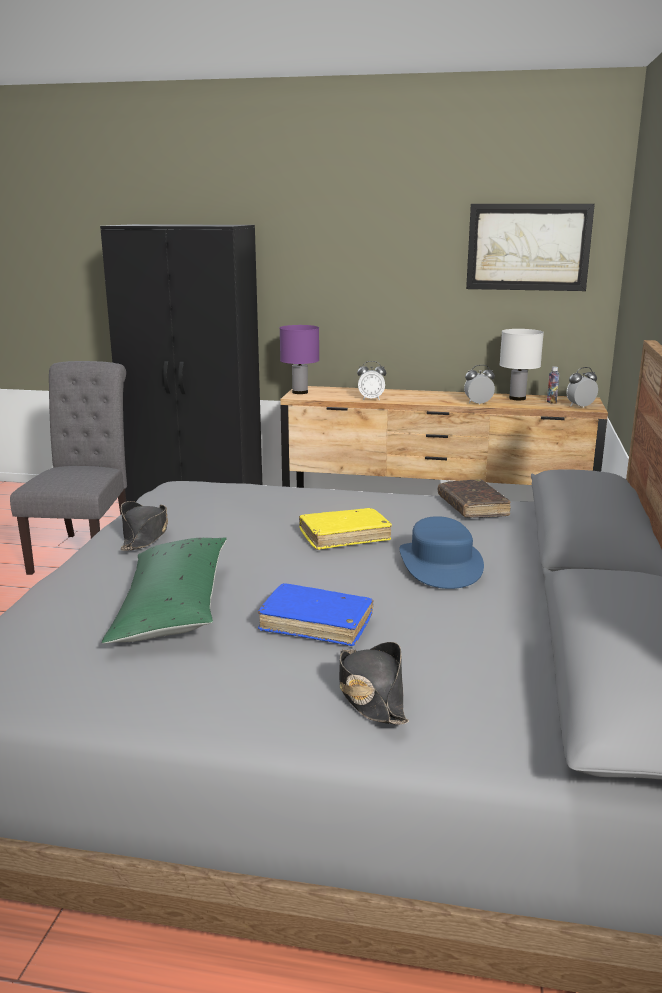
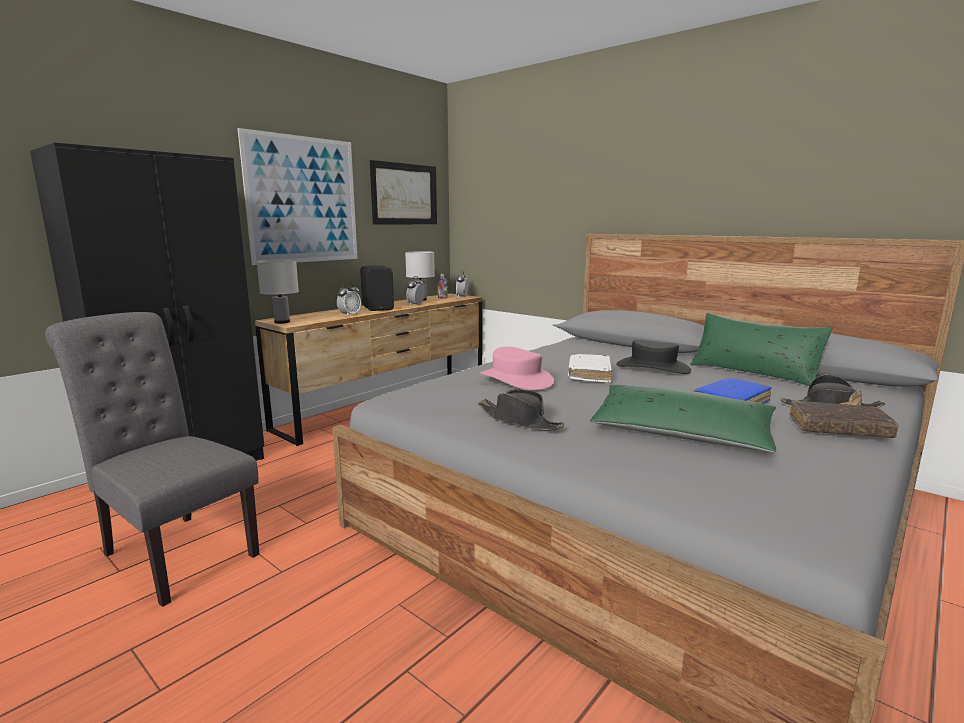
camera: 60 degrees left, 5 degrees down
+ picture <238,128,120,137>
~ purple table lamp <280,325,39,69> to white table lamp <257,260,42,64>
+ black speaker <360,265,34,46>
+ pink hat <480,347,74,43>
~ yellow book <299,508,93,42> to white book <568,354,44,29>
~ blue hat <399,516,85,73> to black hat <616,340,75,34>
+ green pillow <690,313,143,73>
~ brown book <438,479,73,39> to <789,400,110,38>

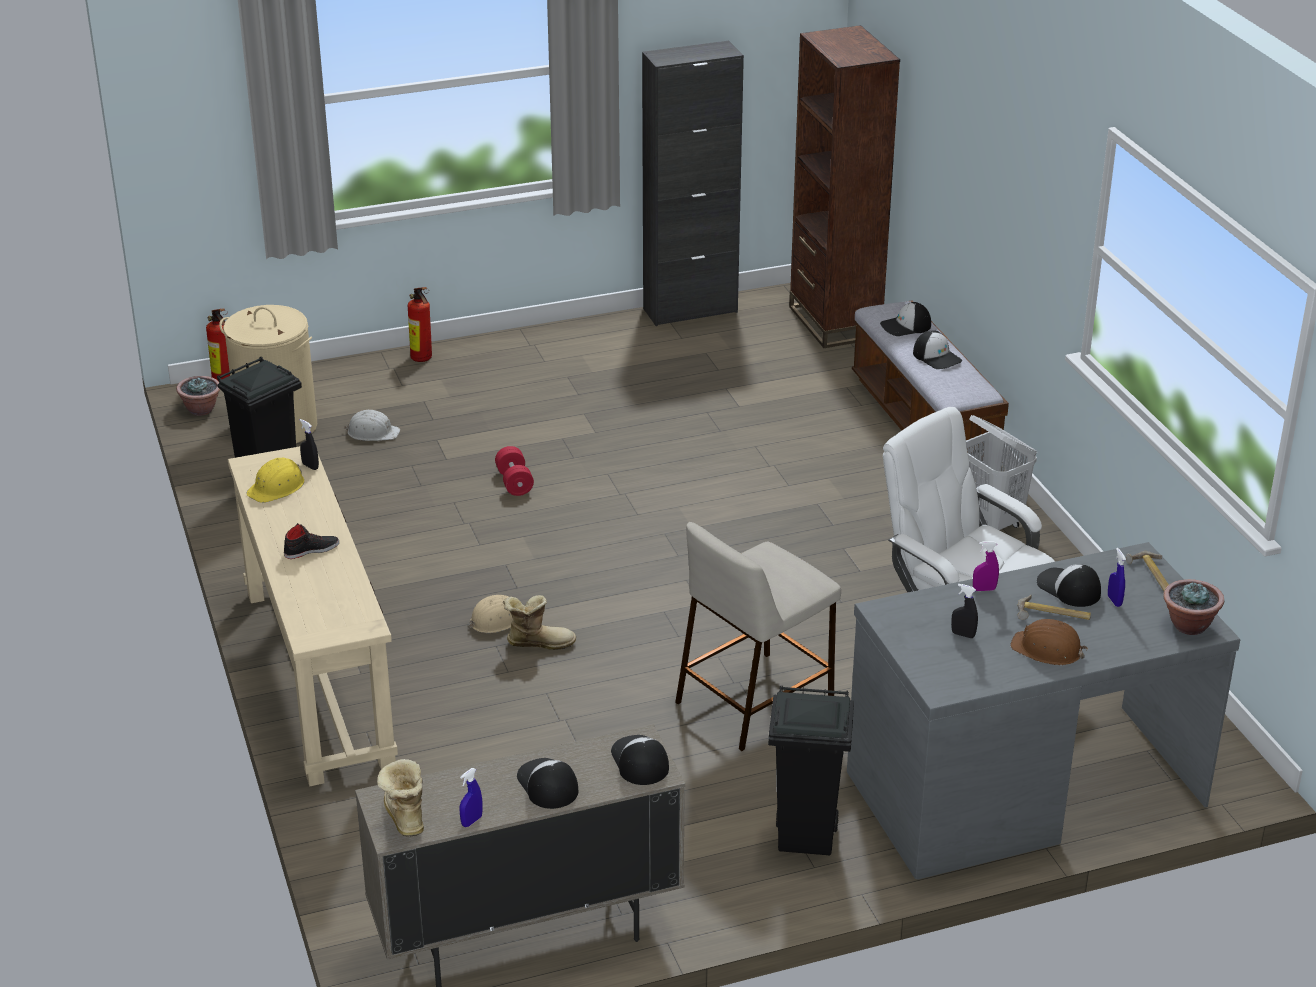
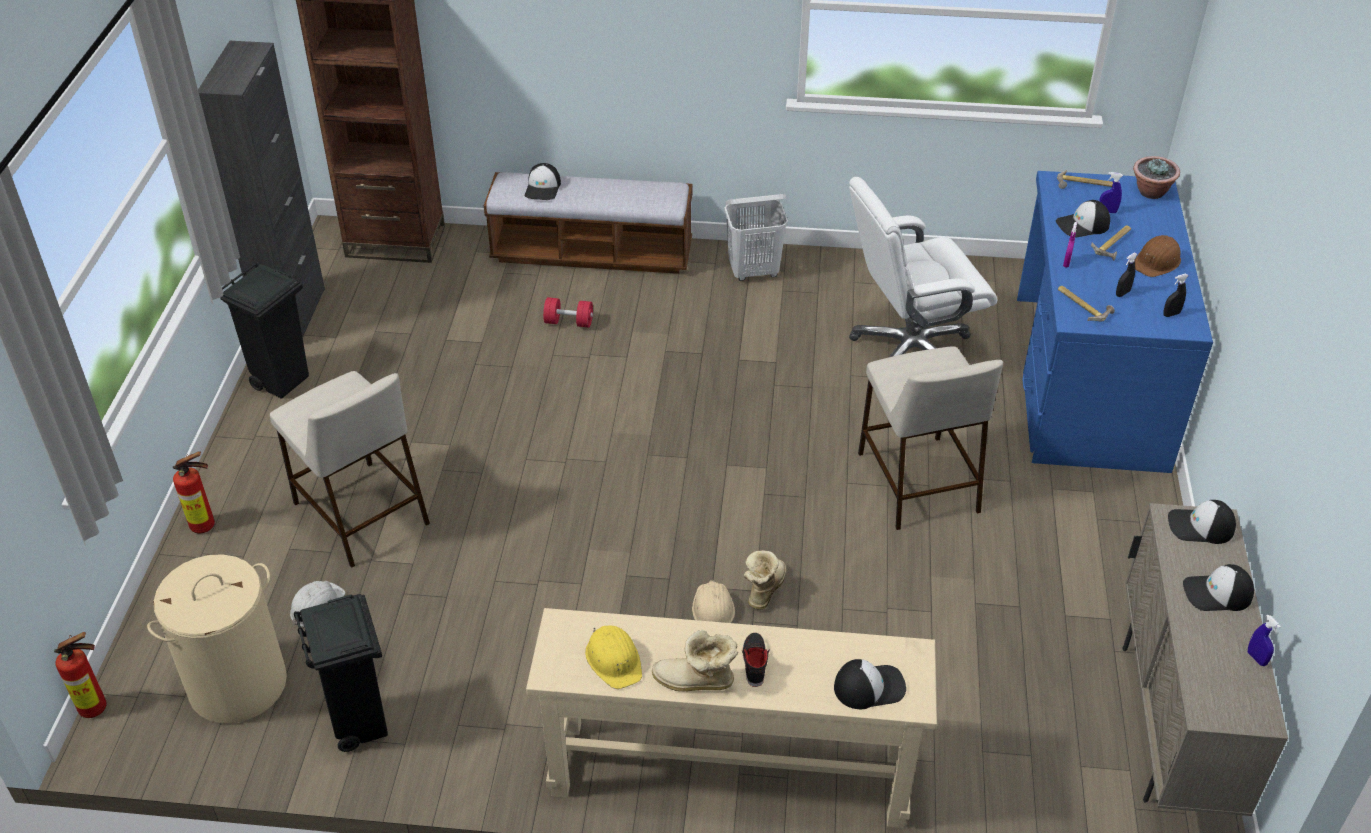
camera: 65 degrees left, 10 degrees up
~ black trash can <768,686,86,169> to <220,262,89,137>
+ beige stool <270,371,160,197>
~ red dumbbell <495,446,39,50> to <543,297,50,31>
~ boot <377,759,47,77> to <652,630,86,61>
~ cap <913,331,49,38> to <834,659,72,50>
~ grey desk <847,542,393,338> to blue desk <1017,171,196,302>
+ hammer <1058,286,57,36>
~ black spray bottle <299,419,20,51> to <1163,274,26,43>
- potted plant <176,376,44,40>

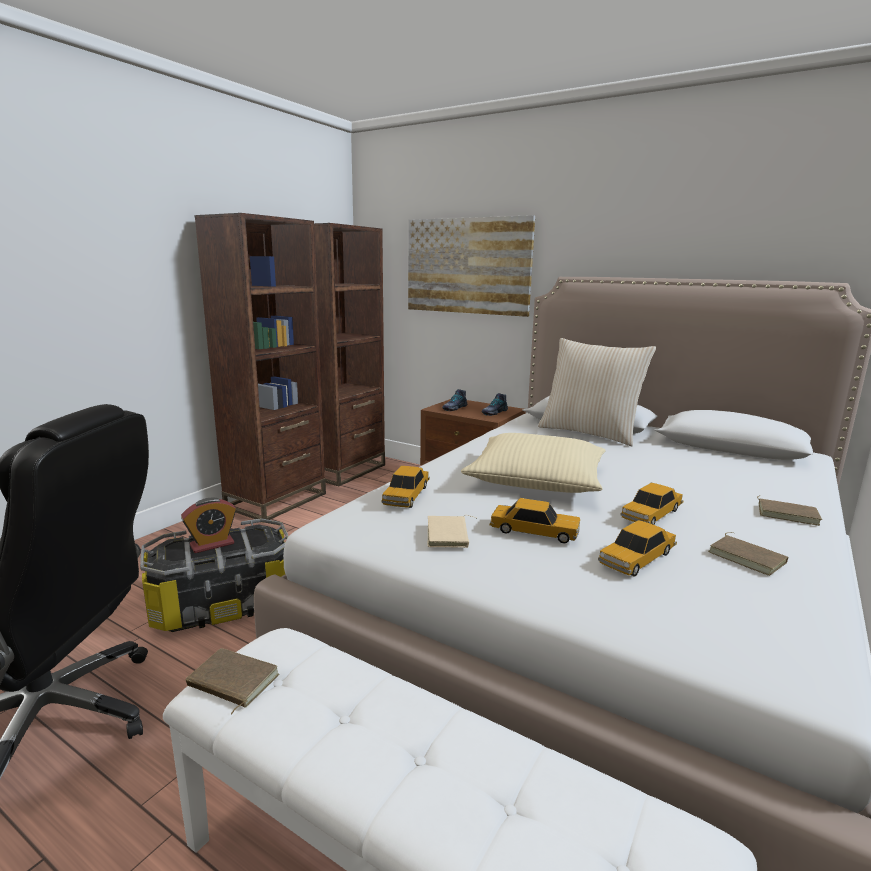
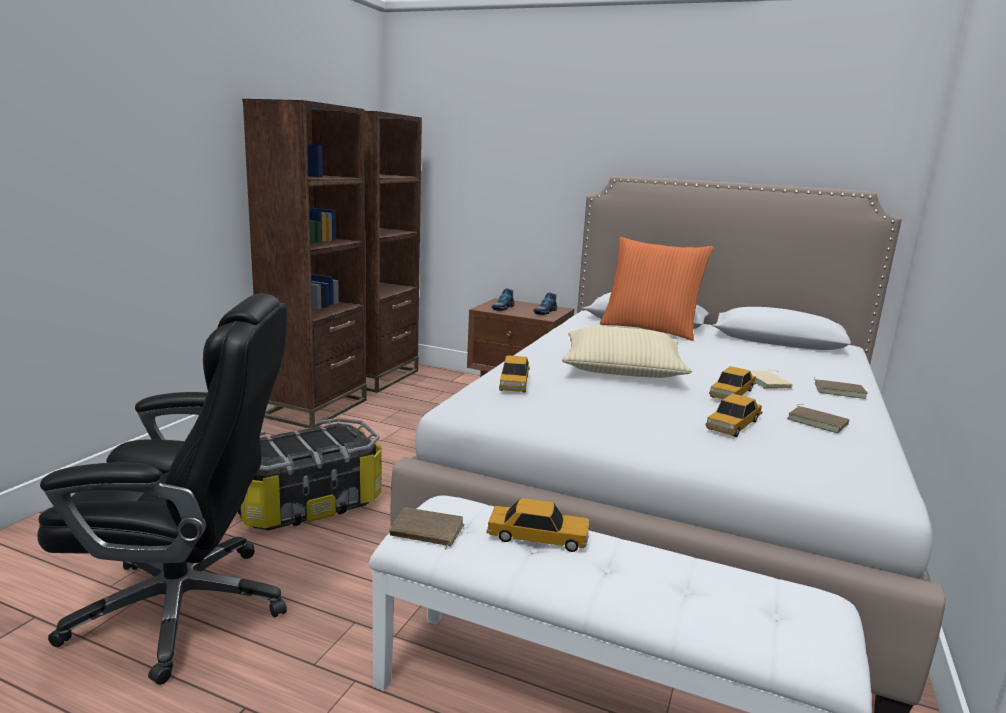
camera: 10 degrees left, 0 degrees up
~ toy car <490,498,90,45> to <486,498,103,54>
~ beige pillow <538,338,118,108> to orange pillow <600,237,114,104>
~ beige book <428,515,48,33> to <751,370,42,19>
- alarm clock <181,498,55,55>
- picture <408,215,127,102>

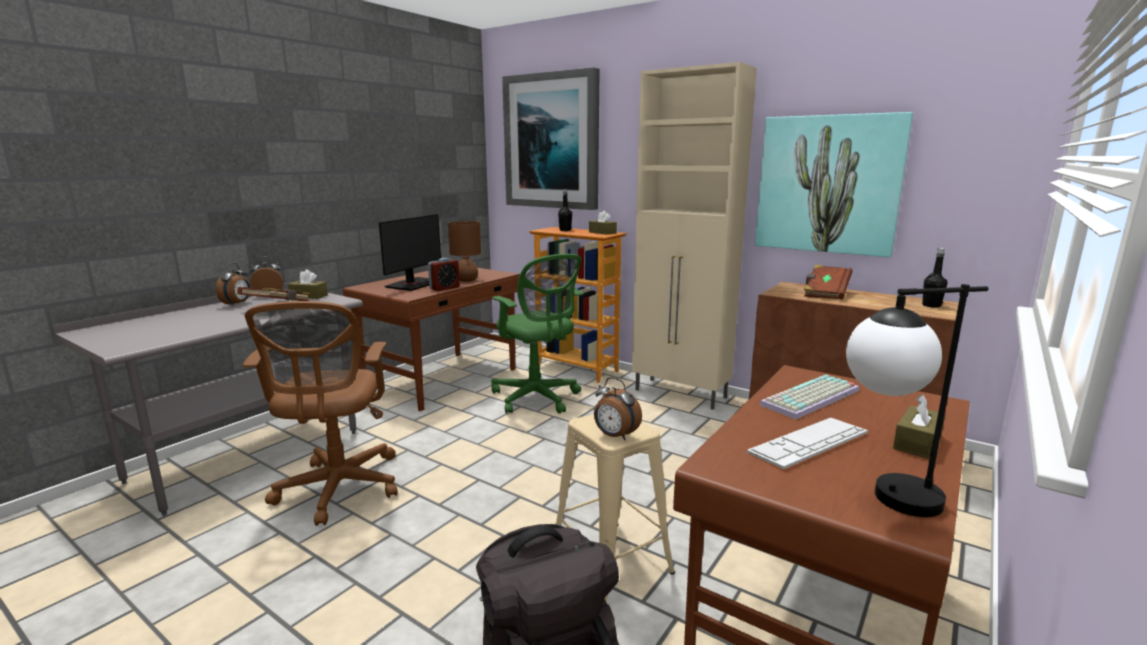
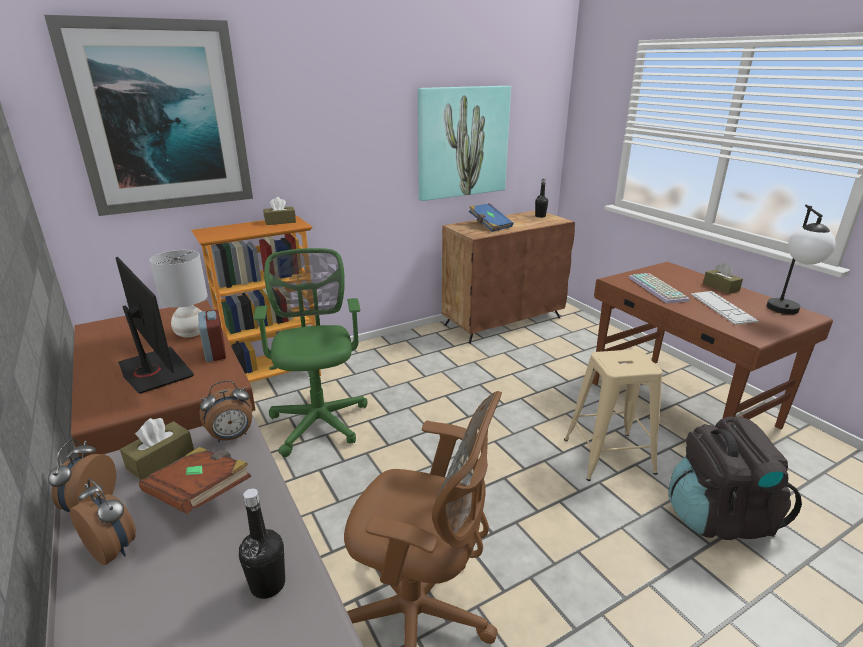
camera: 65 degrees left, 10 degrees up
~ brown table lamp <448,221,33,61> to grey table lamp <149,250,59,87>
~ alarm clock <594,377,48,63> to <200,380,52,62>
~ black bottle <558,189,14,42> to <239,489,46,110>
~ green office chair <491,254,92,160> = <253,248,115,209> 90 degrees counterclockwise
~ brown book <804,265,48,34> to blue book <469,203,44,29>
- beige cabinet <632,62,125,348>

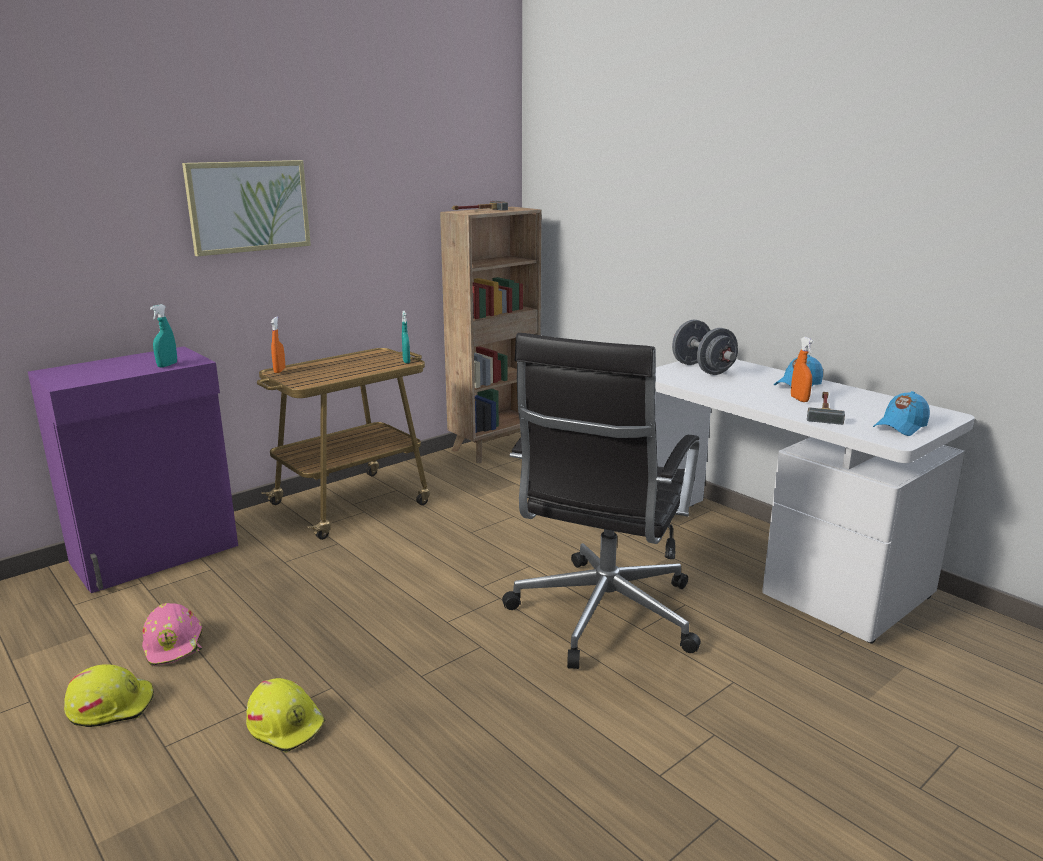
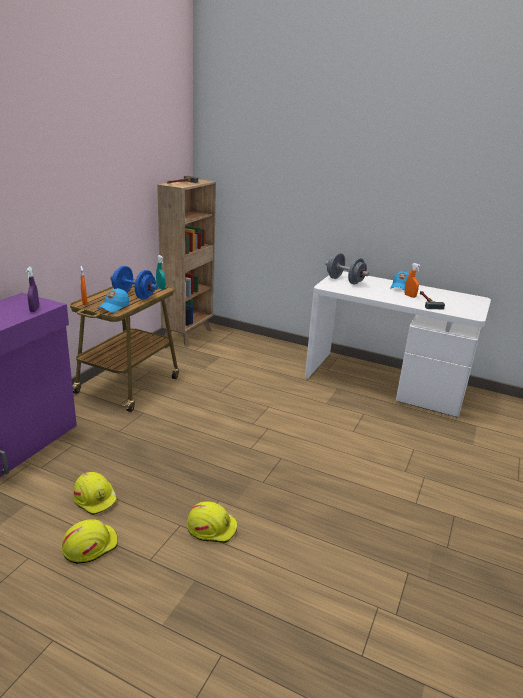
camera: 25 degrees left, 5 degrees up
~ turquoise spray bottle <150,304,27,63> to purple spray bottle <26,267,13,45>
~ pink hard hat <142,603,61,63> to yellow hard hat <73,472,44,43>
~ blue cap <873,391,57,45> to <97,288,32,25>
+ blue dumbbell <110,266,48,33>
- picture <182,160,129,96>
- black office chair <502,333,199,336>

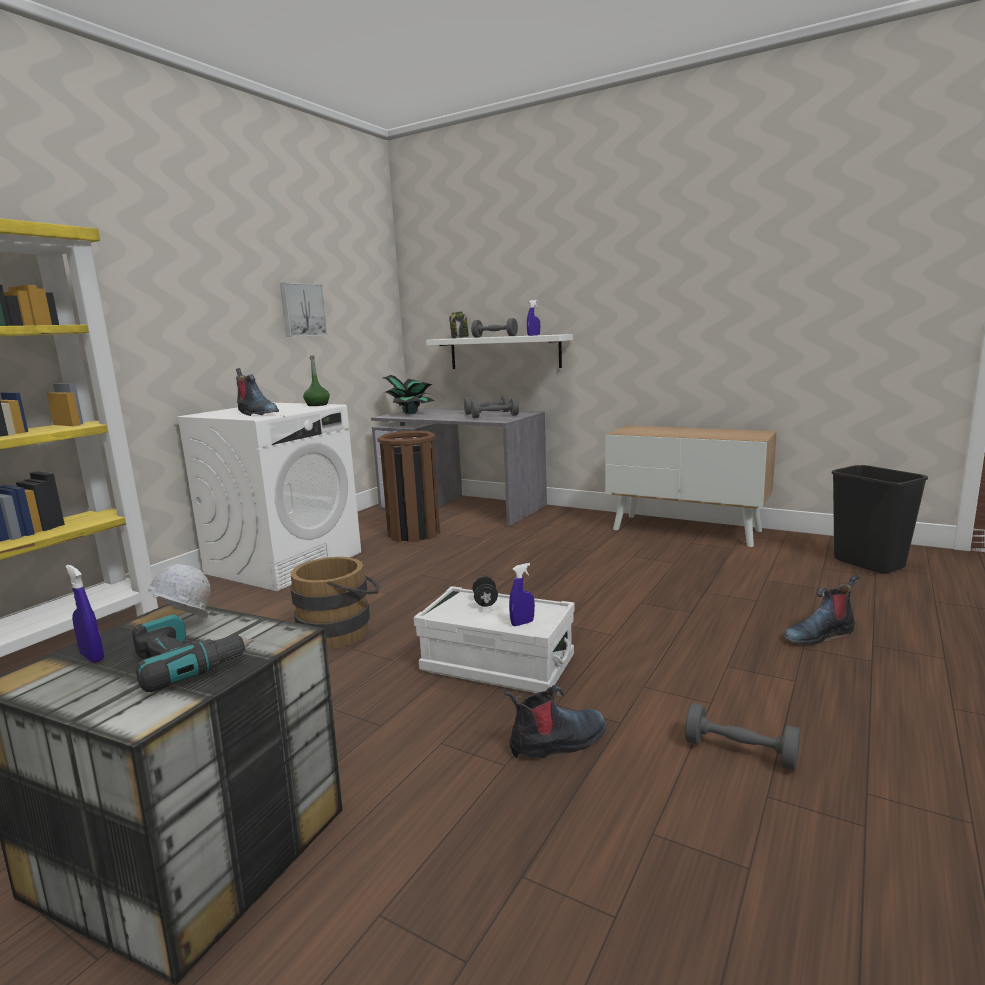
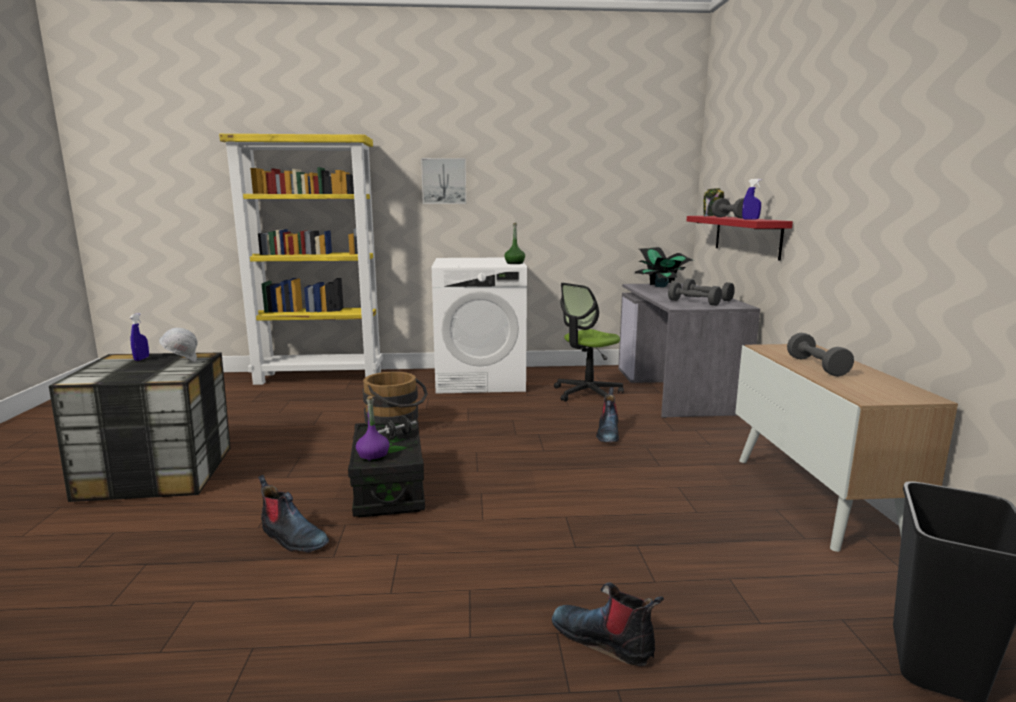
camera: 55 degrees right, 0 degrees up
~ white storage box <413,586,162,107> to black storage box <348,419,77,98>
~ blue spray bottle <509,563,26,63> to purple bottle <356,396,33,66>
~ picture <280,282,48,55> to <421,158,45,46>
~ brown trash can <377,431,63,111> to office chair <554,283,70,119>
~ boot <236,368,43,48> to <596,387,23,56>
~ white shelf <426,334,147,35> to red shelf <687,216,106,45>
~ grey dumbbell <685,703,115,68> to <787,333,67,44>
- power drill <132,615,122,77>

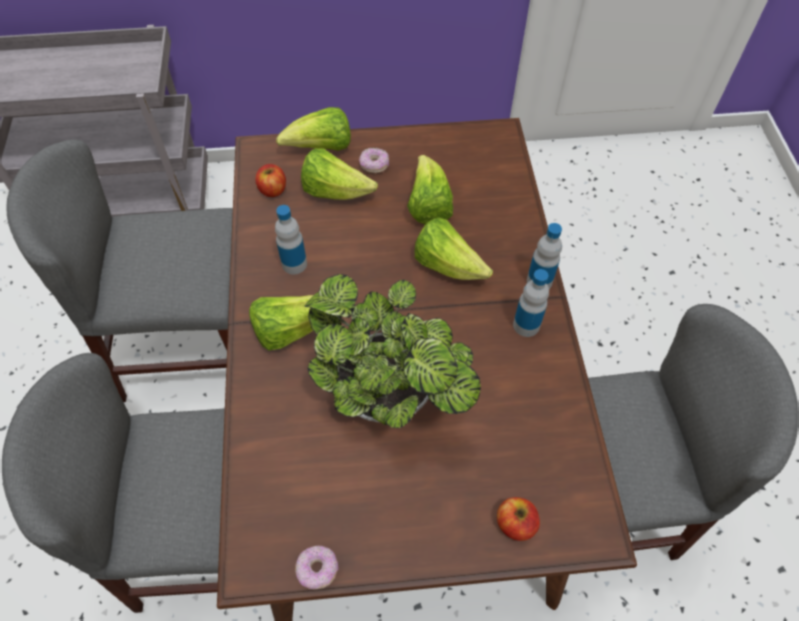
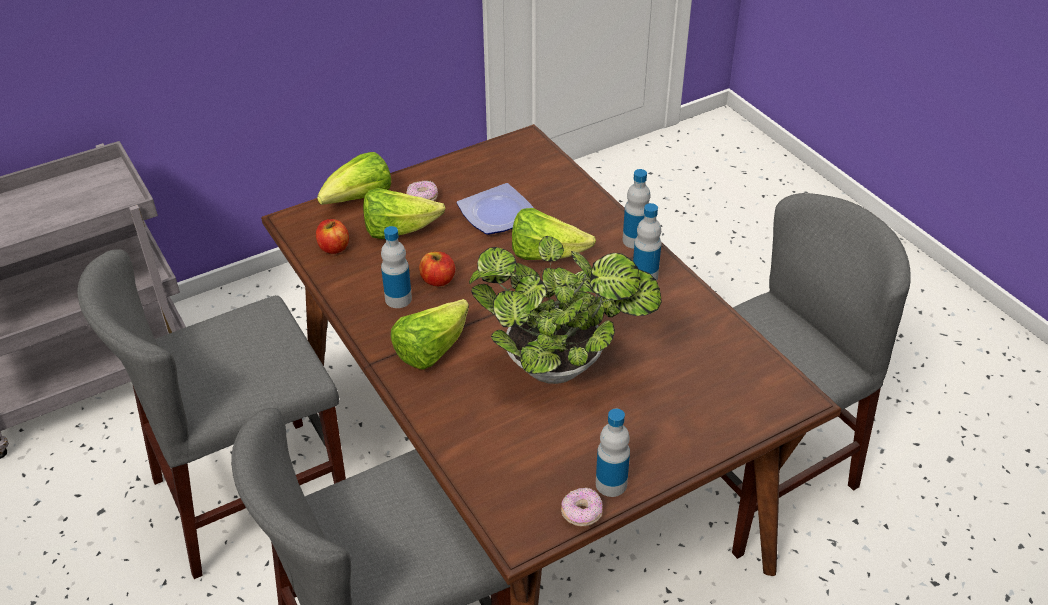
camera: 25 degrees left, 15 degrees down
~ apple <497,497,43,44> to <419,252,36,34>
~ lettuce <407,155,46,69> to plate <457,183,78,52>
+ bottle <596,408,34,89>

